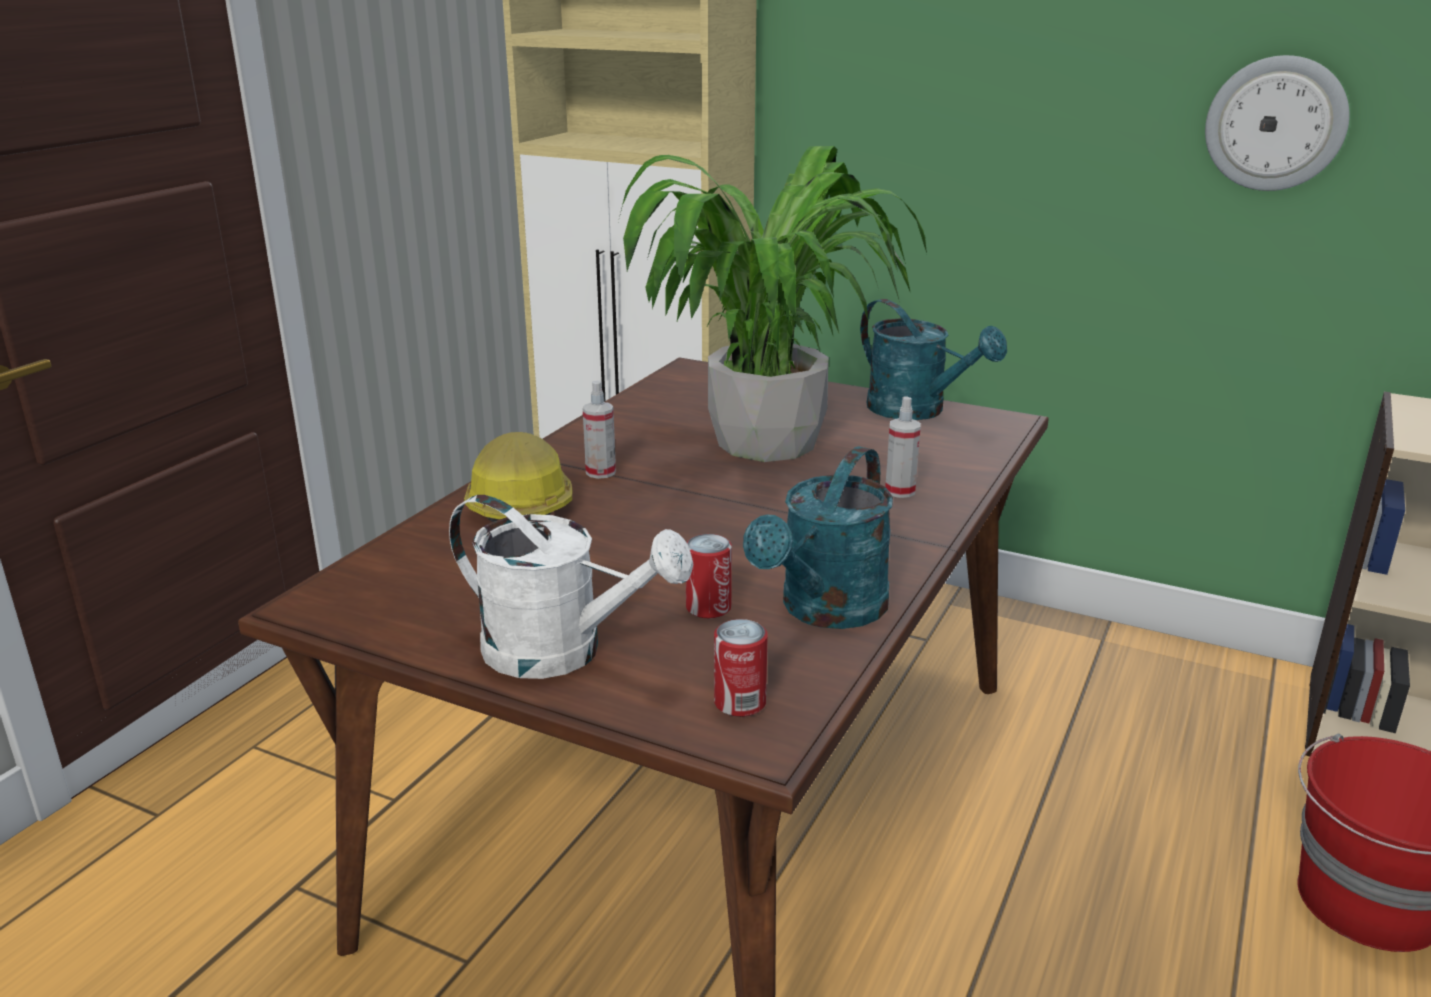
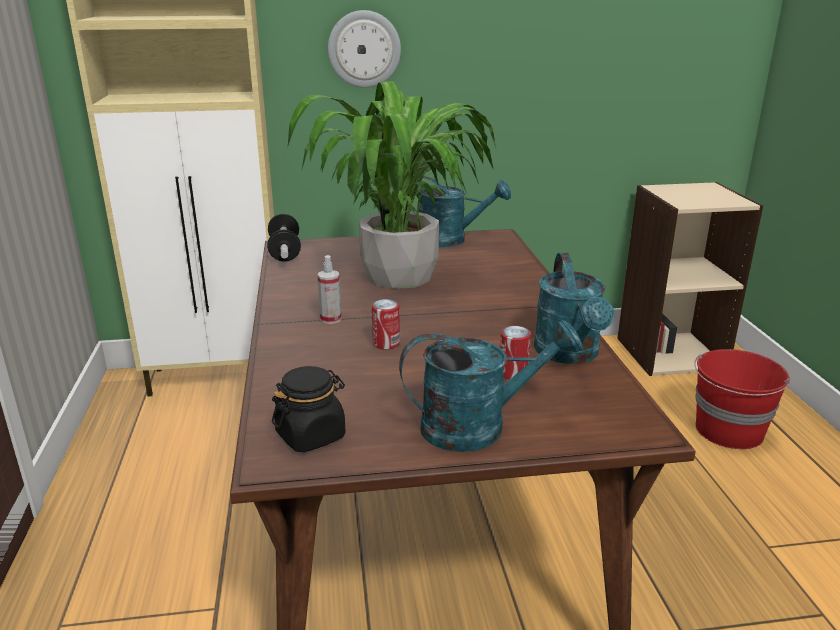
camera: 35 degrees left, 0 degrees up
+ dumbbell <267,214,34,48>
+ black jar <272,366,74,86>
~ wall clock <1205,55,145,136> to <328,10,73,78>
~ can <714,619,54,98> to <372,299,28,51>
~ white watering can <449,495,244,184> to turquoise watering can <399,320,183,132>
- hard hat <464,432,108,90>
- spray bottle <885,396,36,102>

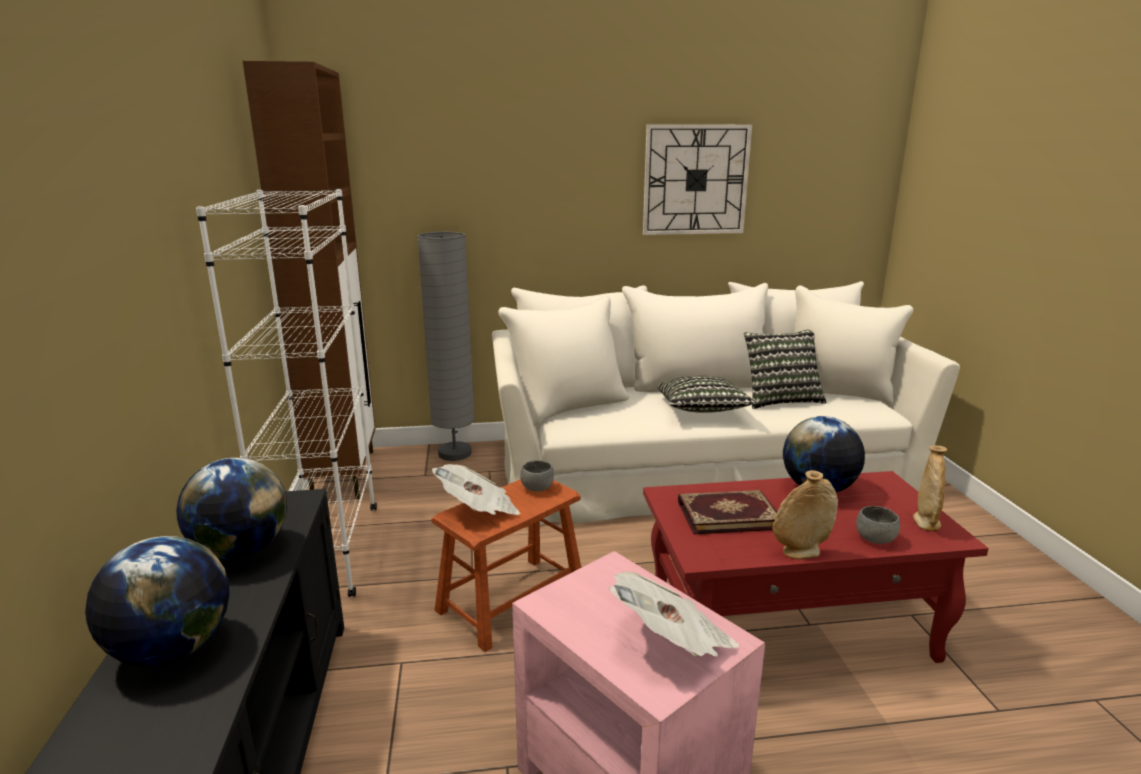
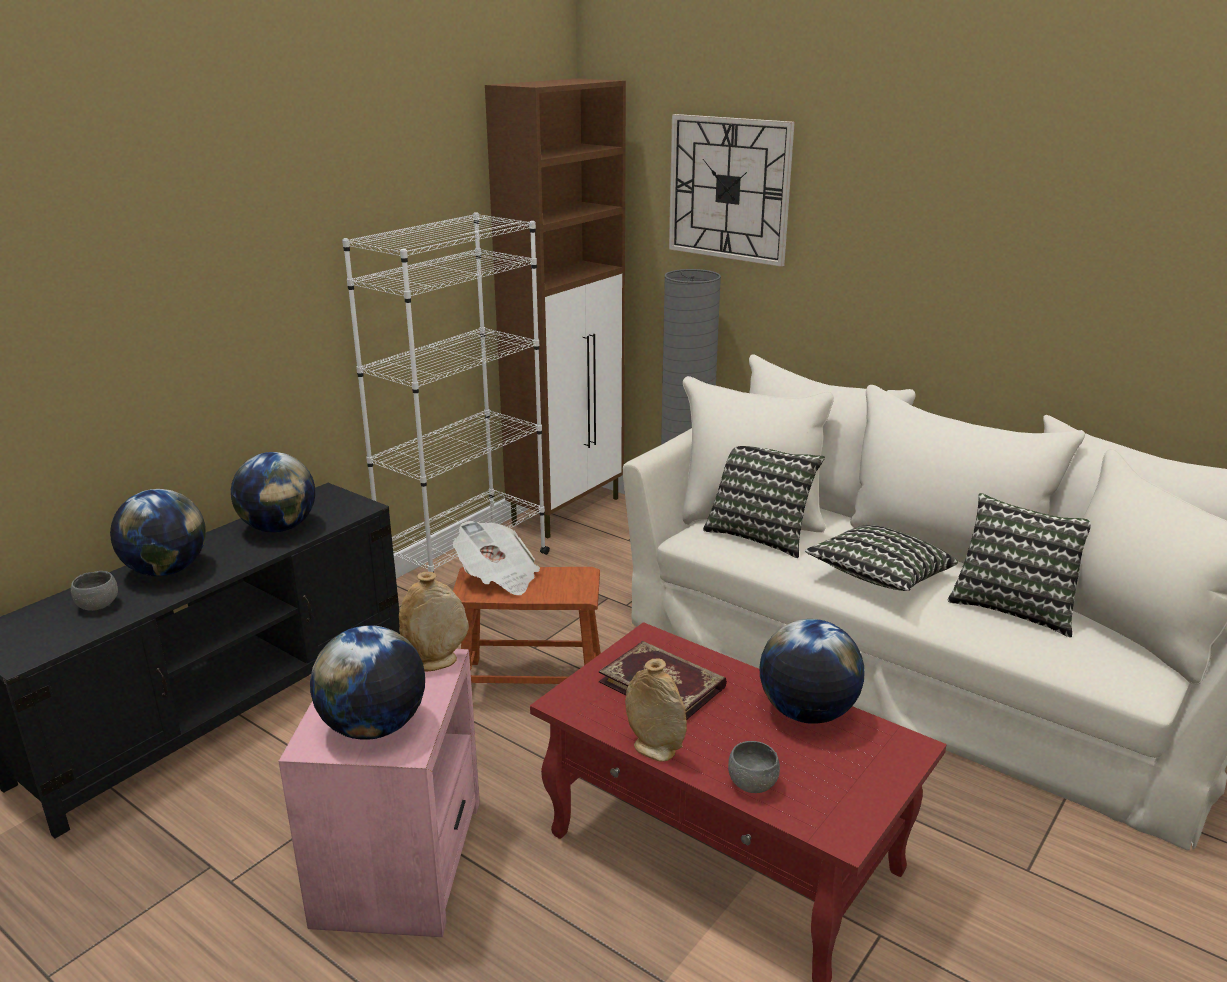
camera: 45 degrees right, 5 degrees up
~ grey bowl <520,460,34,32> to <71,571,47,40>
~ newspaper <609,571,130,86> to globe <310,625,115,115>
~ beige vase <913,445,34,86> to <399,572,70,100>
~ wall clock <643,124,109,111> to <669,114,126,153>
+ pillow <703,446,122,112>

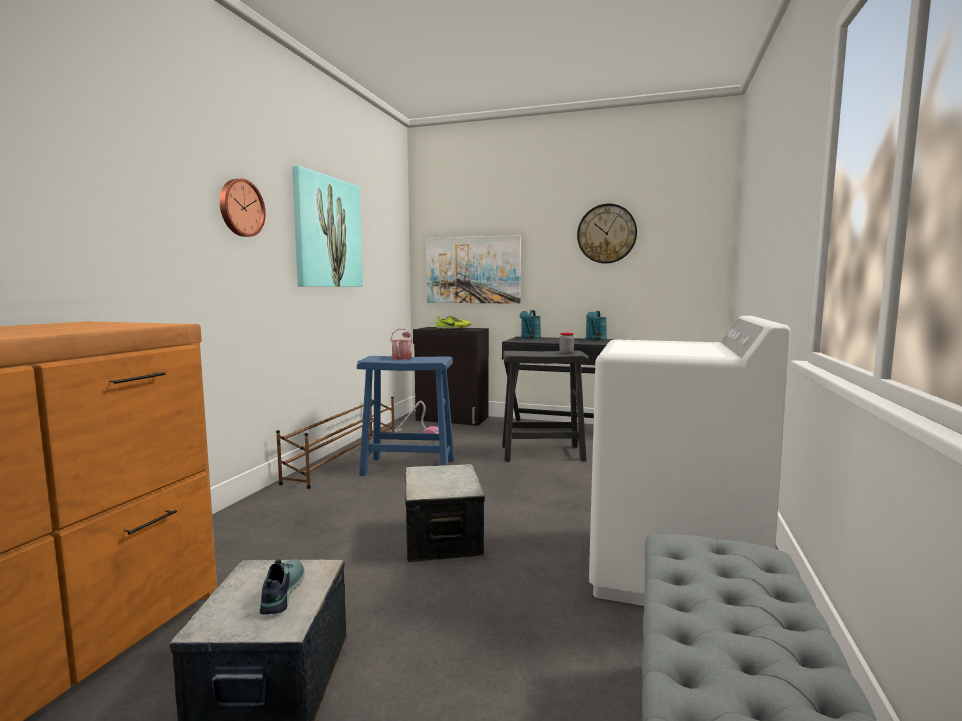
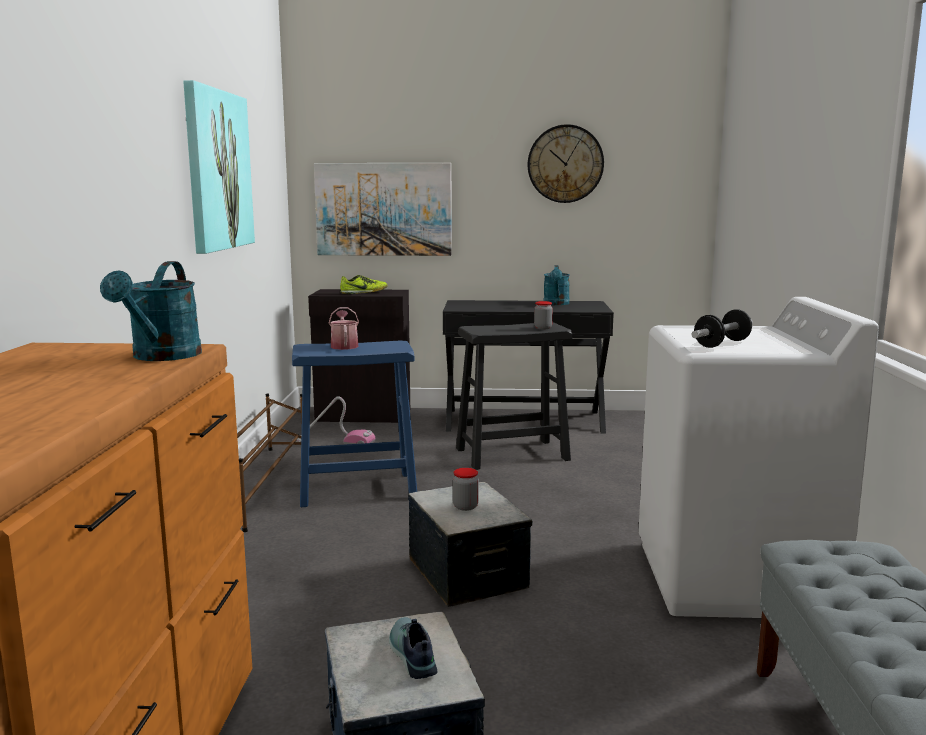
camera: 15 degrees left, 5 degrees up
~ turquoise watering can <520,310,21,29> to <100,261,102,100>
+ jar <453,468,26,43>
+ dumbbell <691,309,62,39>
- wall clock <220,179,46,58>

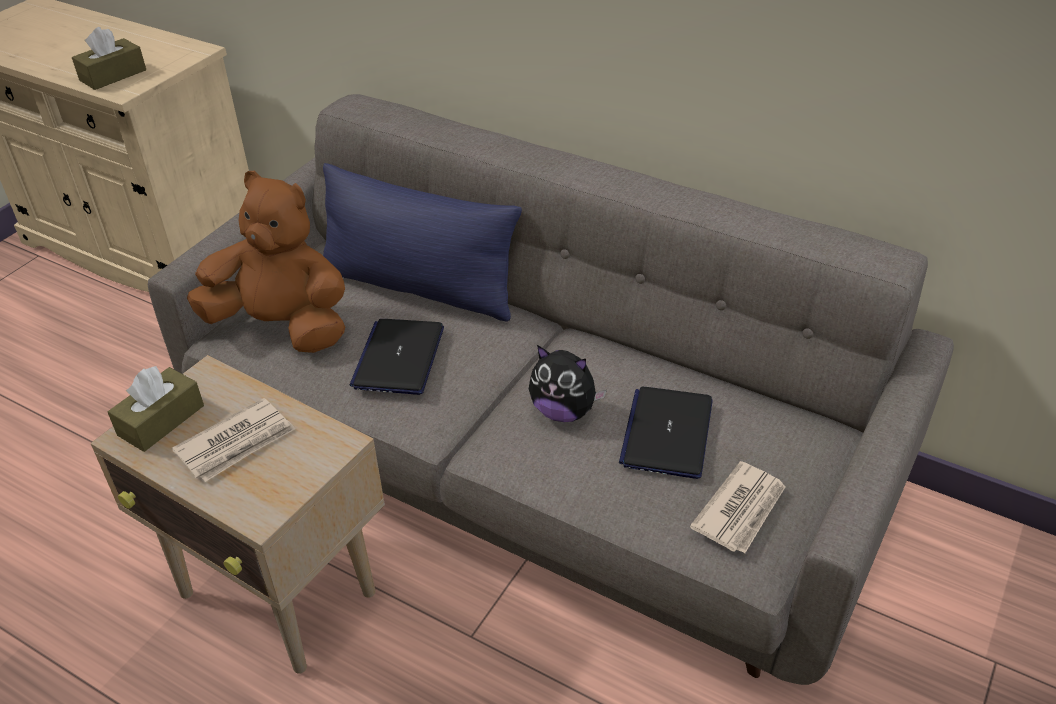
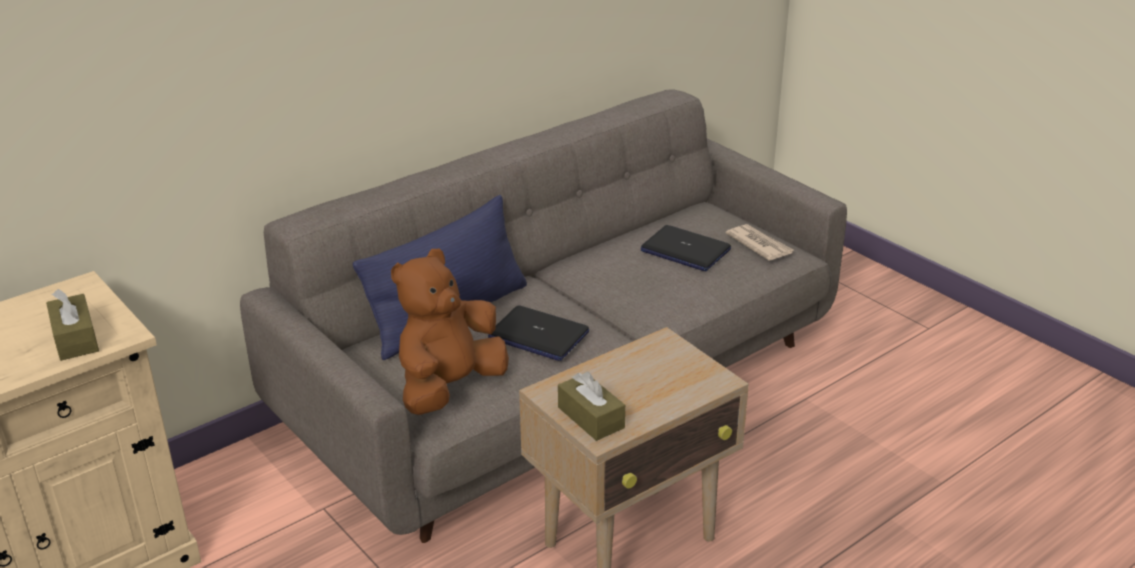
camera: 70 degrees left, 10 degrees down
- newspaper <172,398,123,84>
- plush toy <529,345,78,77>

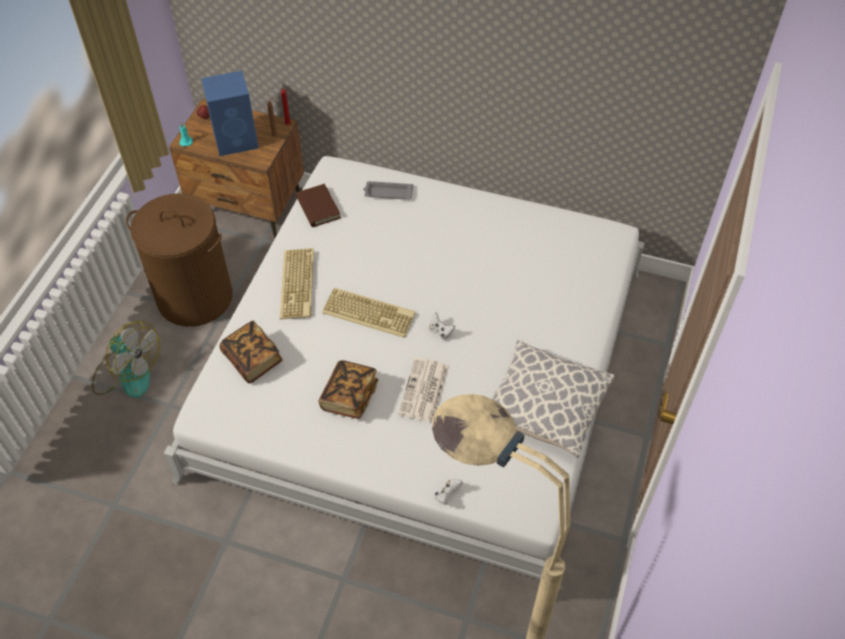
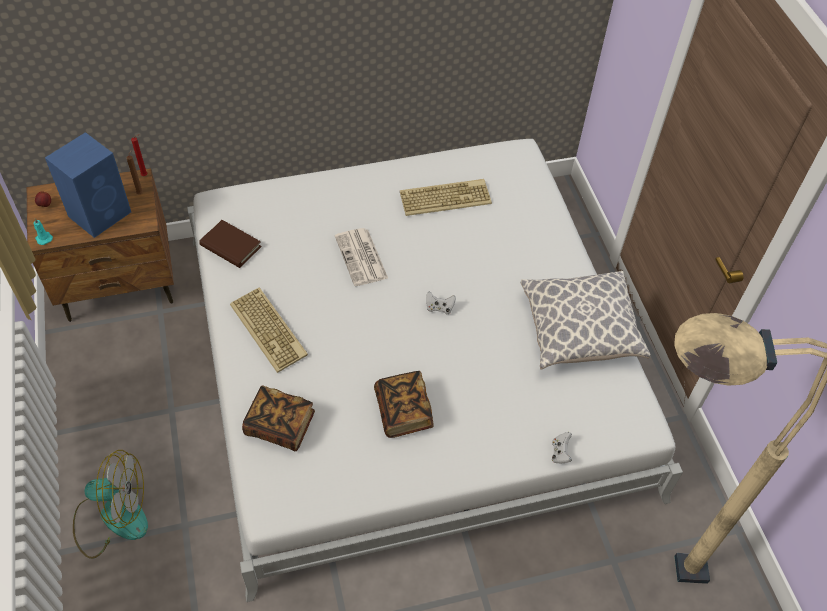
camera: 35 degrees left, 0 degrees up
~ newspaper <398,358,51,64> to <335,228,53,58>
~ keyboard <322,288,94,50> to <400,179,92,37>
- brown laundry basket <126,193,107,134>
- grey tray <363,181,50,18>

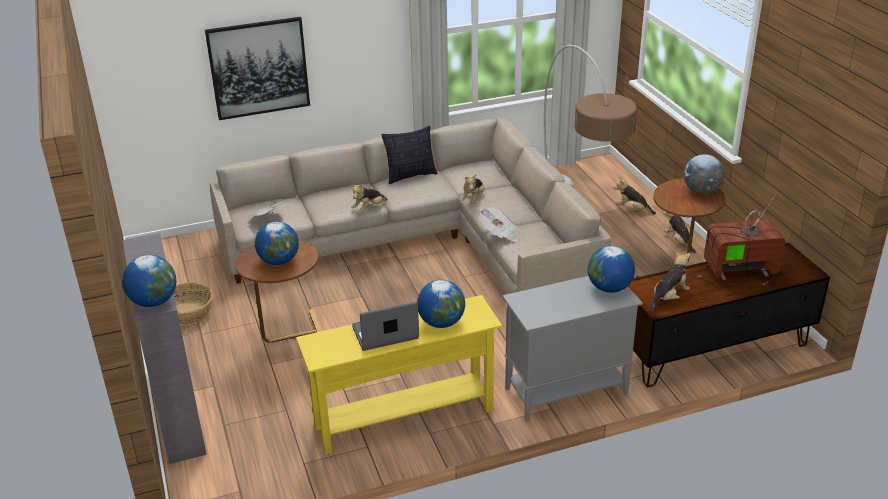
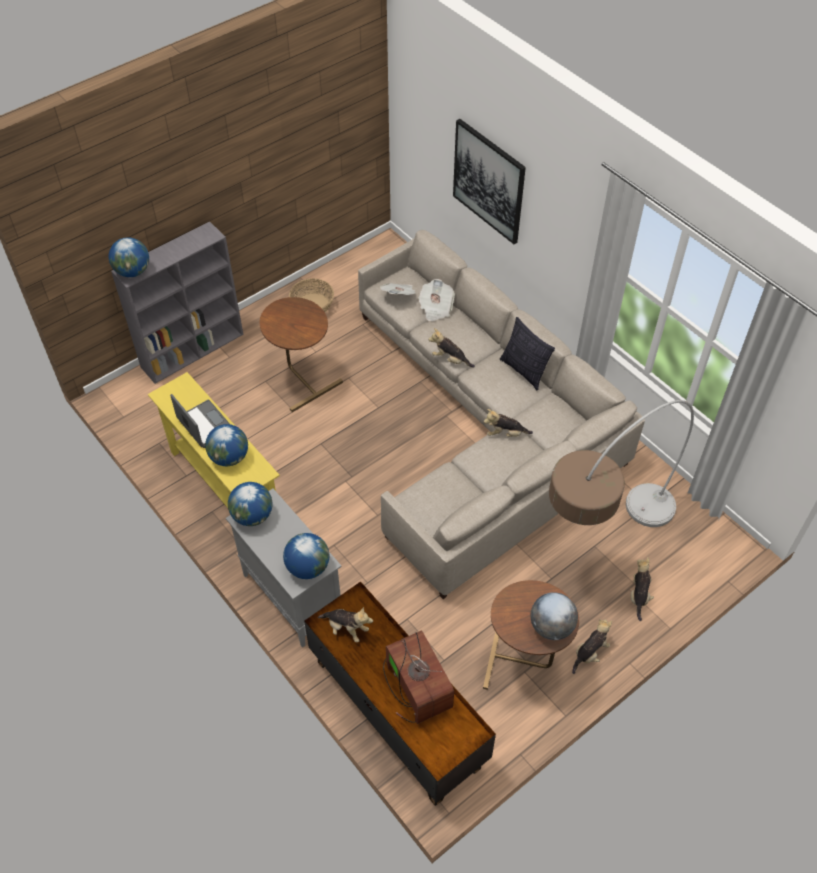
camera: 70 degrees right, 20 degrees up
~ globe <255,222,44,43> to <228,482,45,44>
~ newspaper <480,208,38,33> to <418,279,37,43>

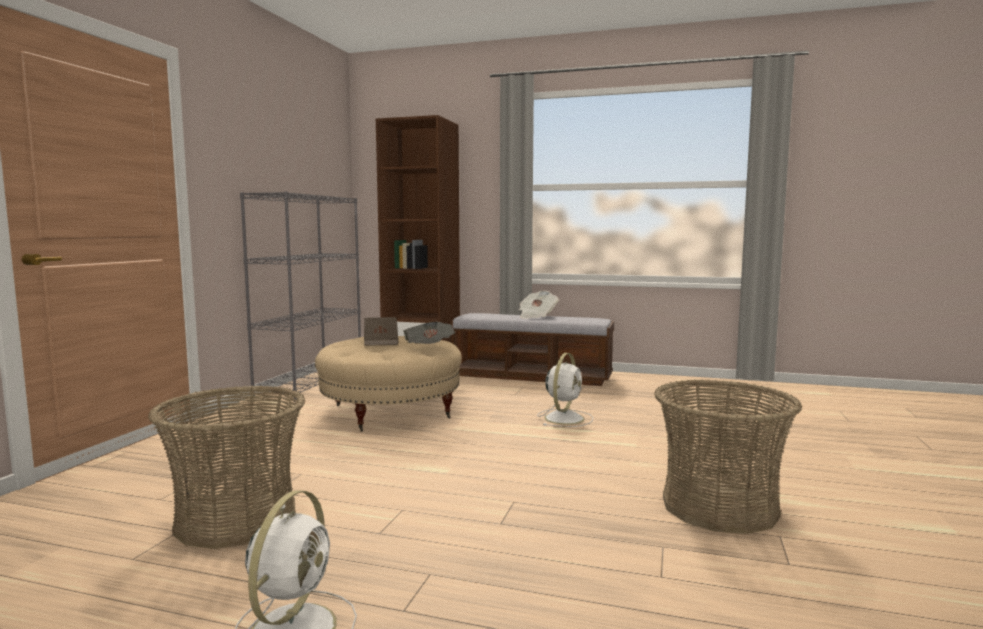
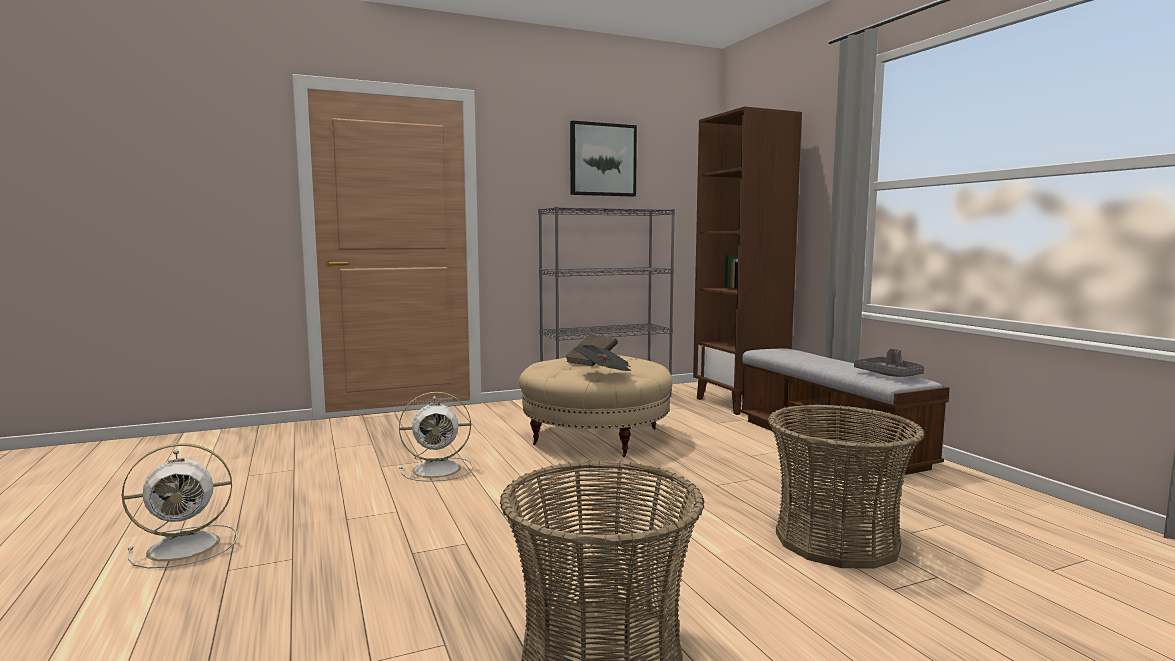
camera: 50 degrees right, 0 degrees up
~ white fan <537,353,56,74> to <399,392,74,90>
+ picture <570,121,67,76>
~ basket <148,385,157,164> to <767,404,158,165>
+ grey tray <854,349,70,28>
- newspaper <519,291,40,28>

